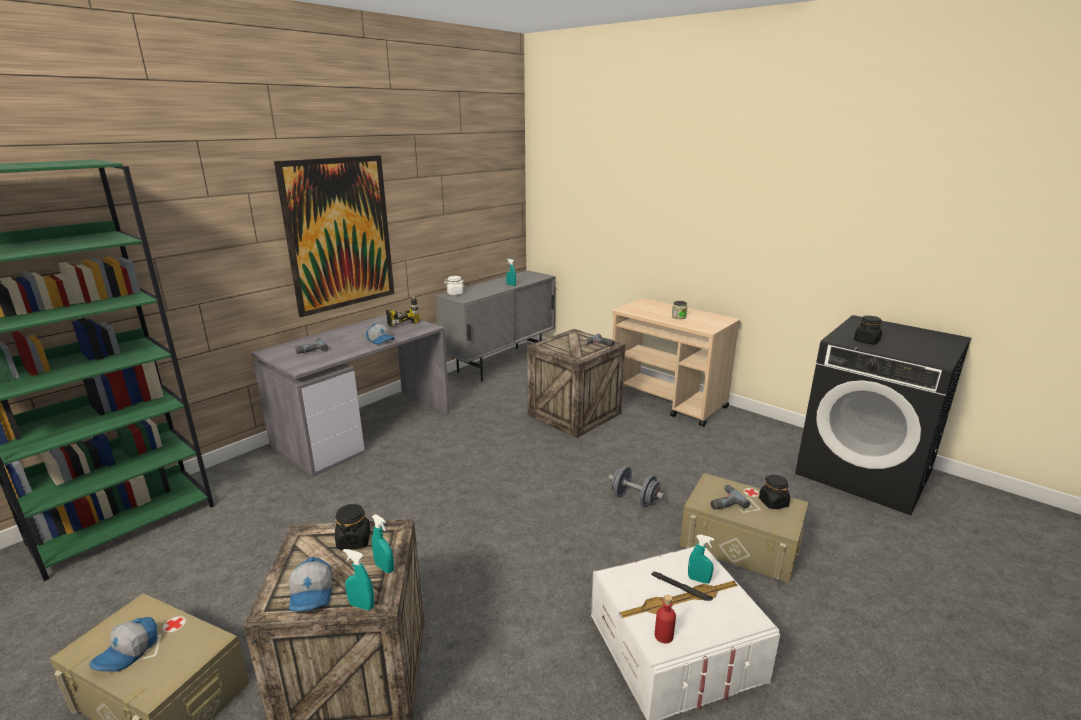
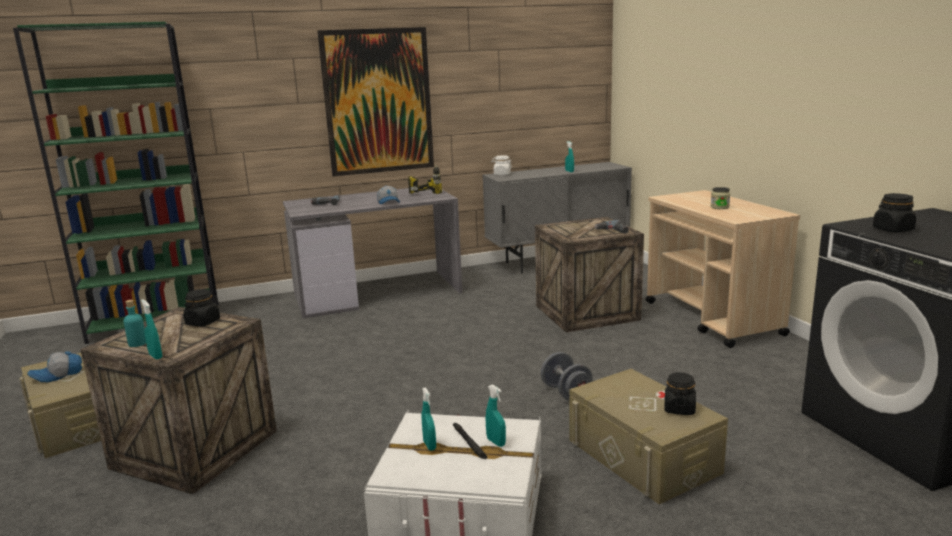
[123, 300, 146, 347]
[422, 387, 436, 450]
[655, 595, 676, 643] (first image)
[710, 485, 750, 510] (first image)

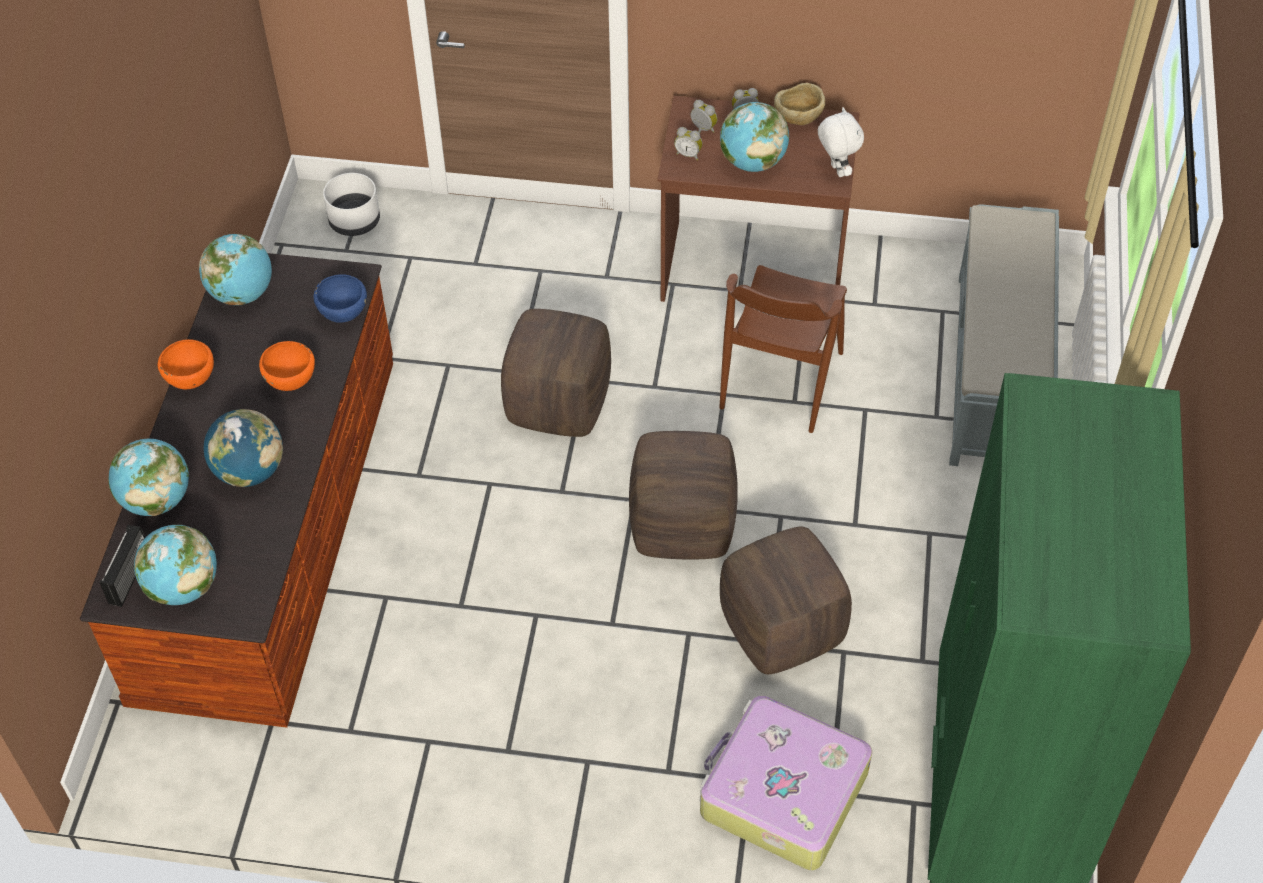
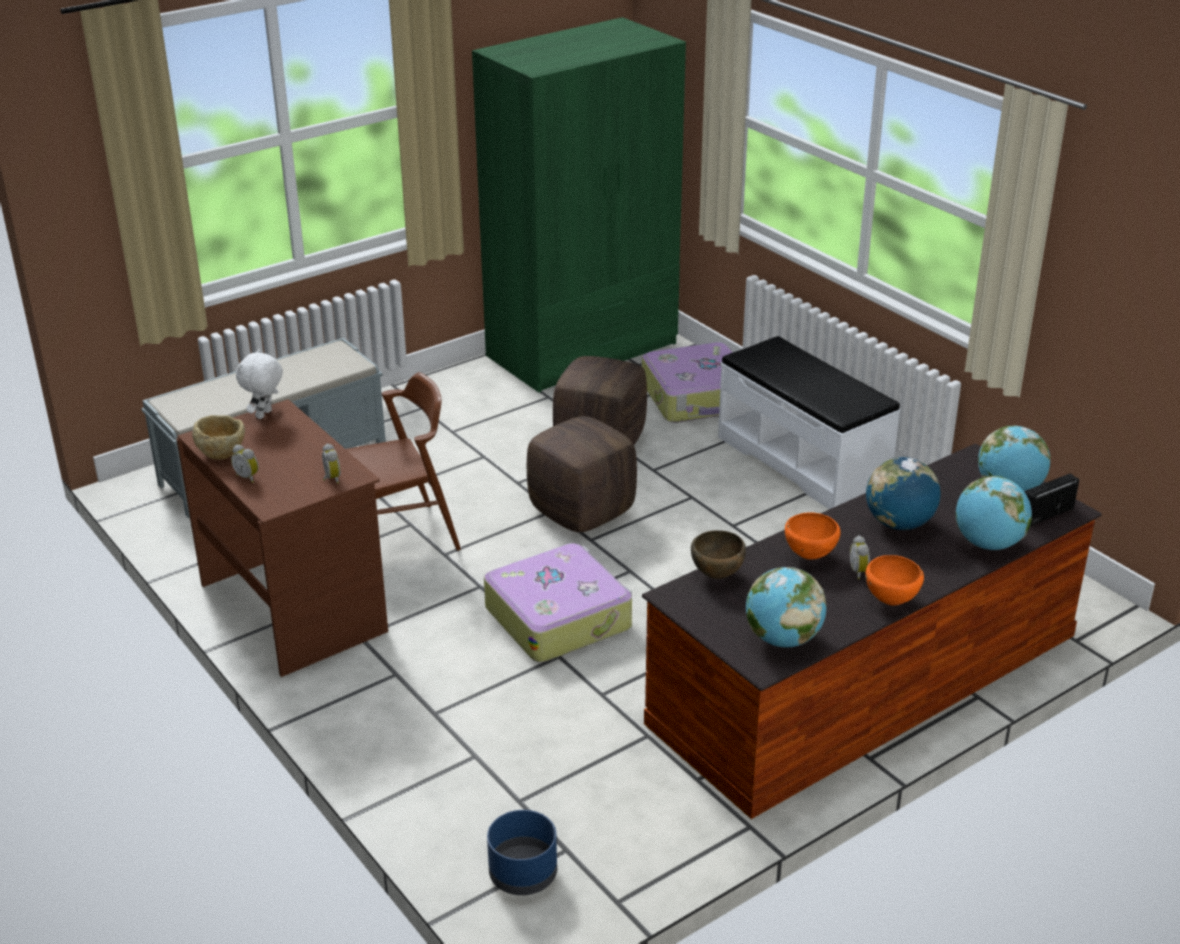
[691, 530, 746, 579]
[487, 810, 557, 895]
[484, 543, 632, 662]
[850, 535, 870, 579]
[720, 102, 789, 172] (first image)
[718, 336, 900, 509]

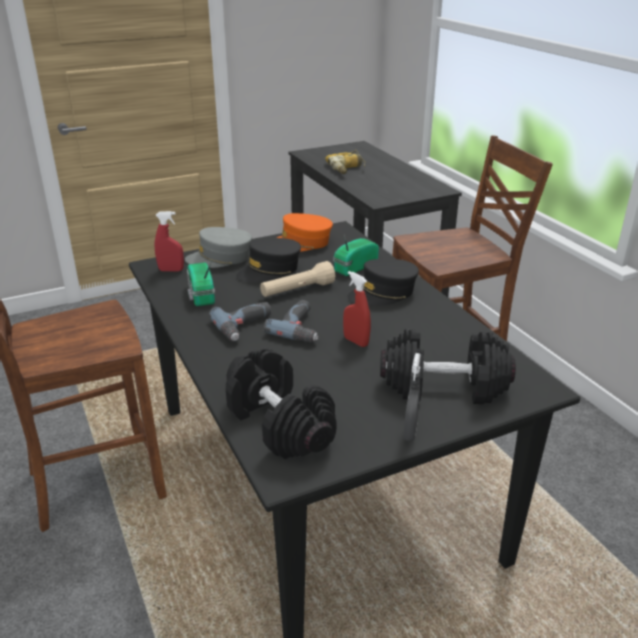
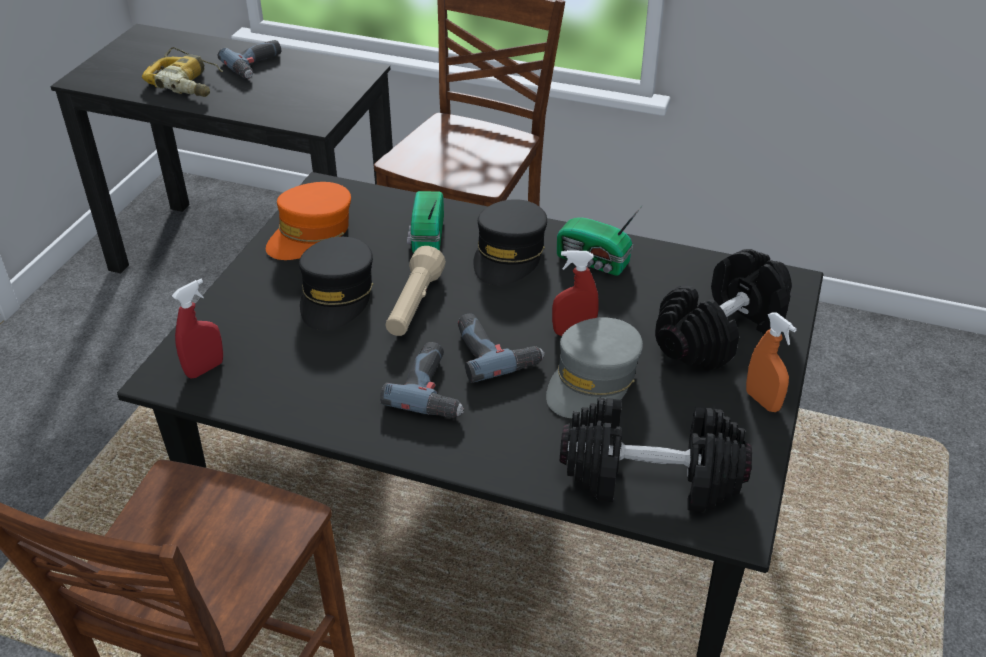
[546, 317, 643, 418]
[557, 206, 642, 276]
[746, 312, 797, 412]
[218, 40, 281, 79]

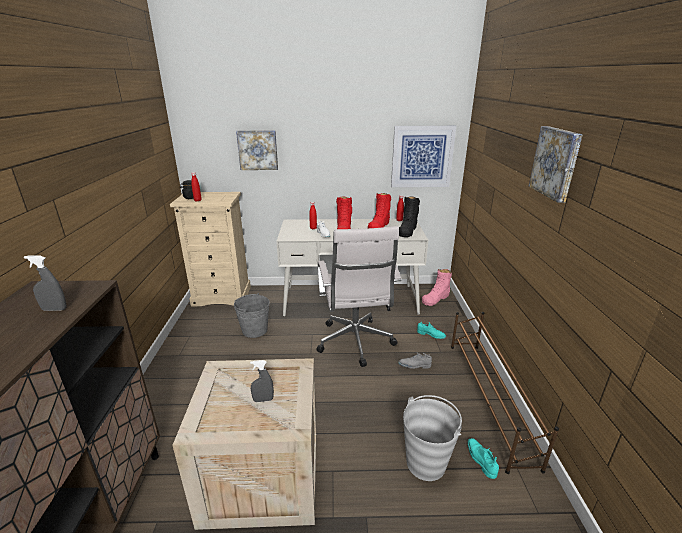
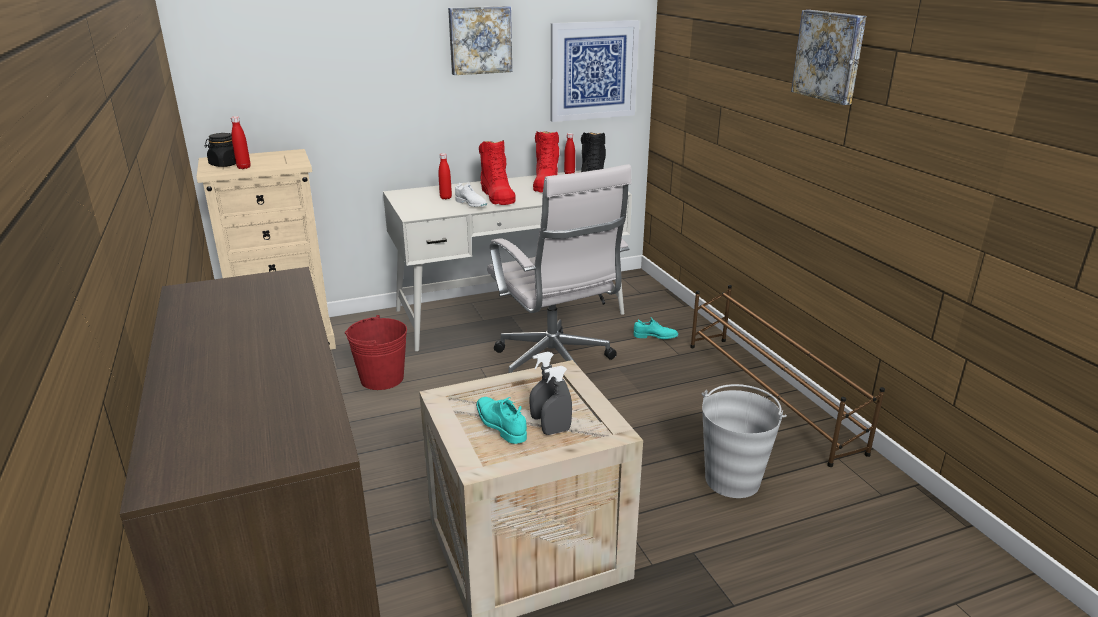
[541, 366, 572, 435]
[345, 315, 407, 390]
[448, 6, 512, 75]
[398, 353, 432, 369] (first image)
[422, 269, 452, 306] (first image)
[476, 397, 527, 444]

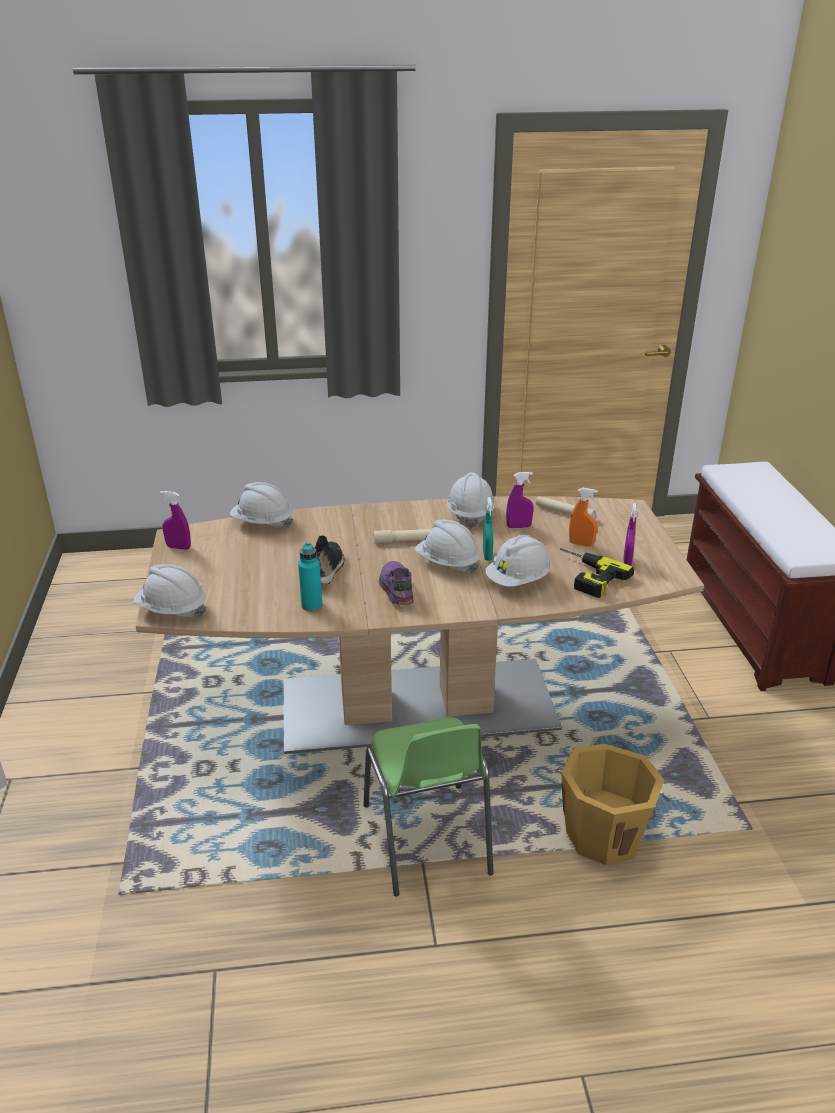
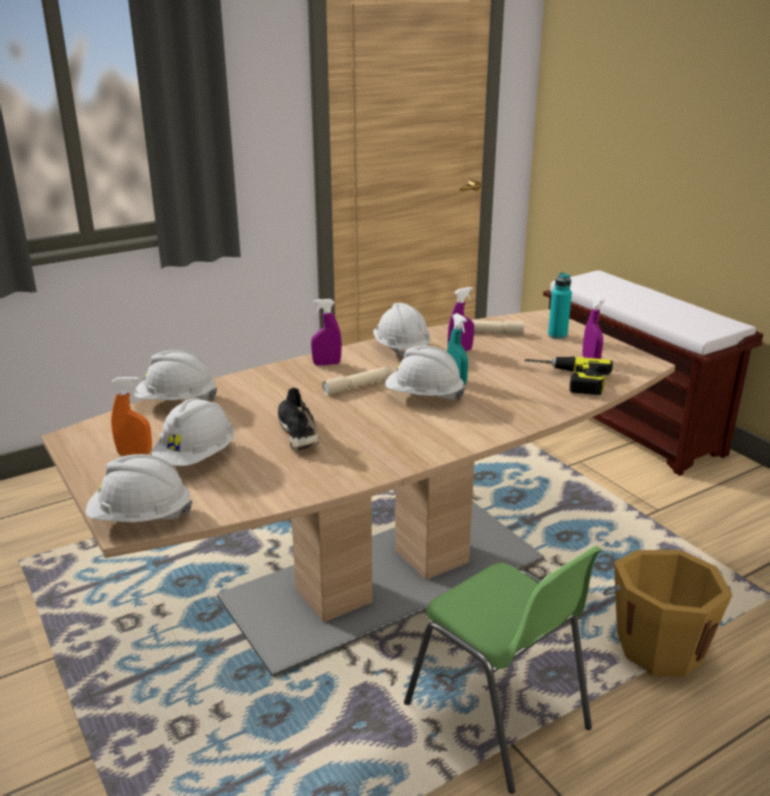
[311, 299, 342, 366]
[548, 272, 572, 339]
[379, 561, 414, 606] (first image)
[152, 398, 234, 466]
[111, 377, 152, 455]

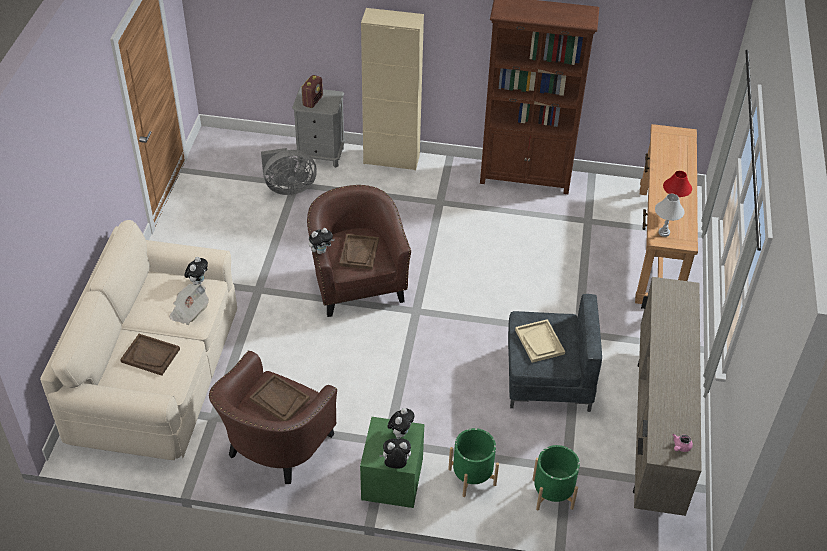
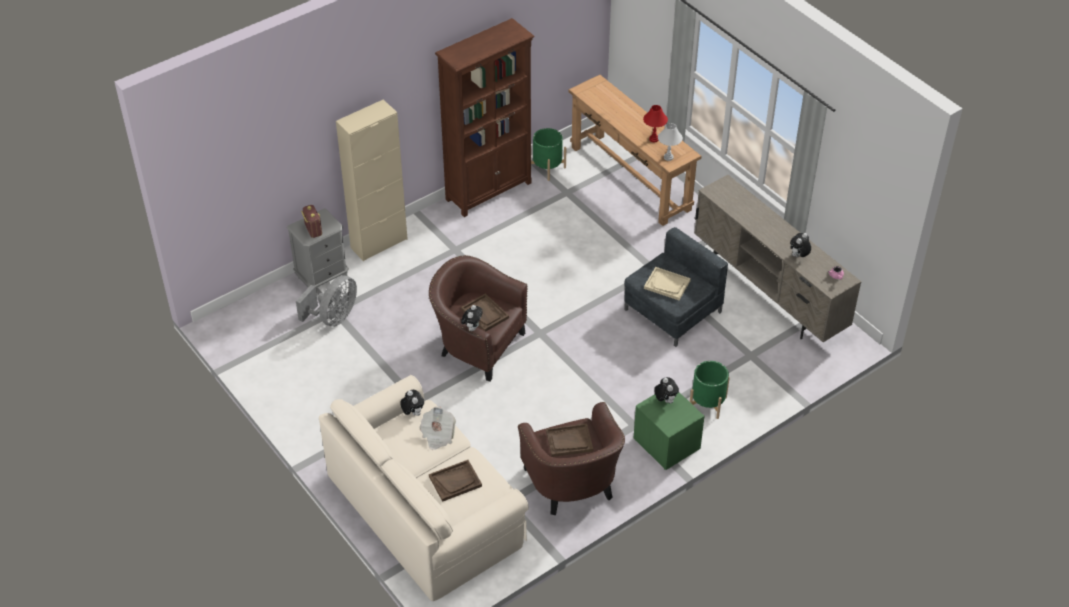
[790, 233, 811, 257]
[531, 128, 566, 181]

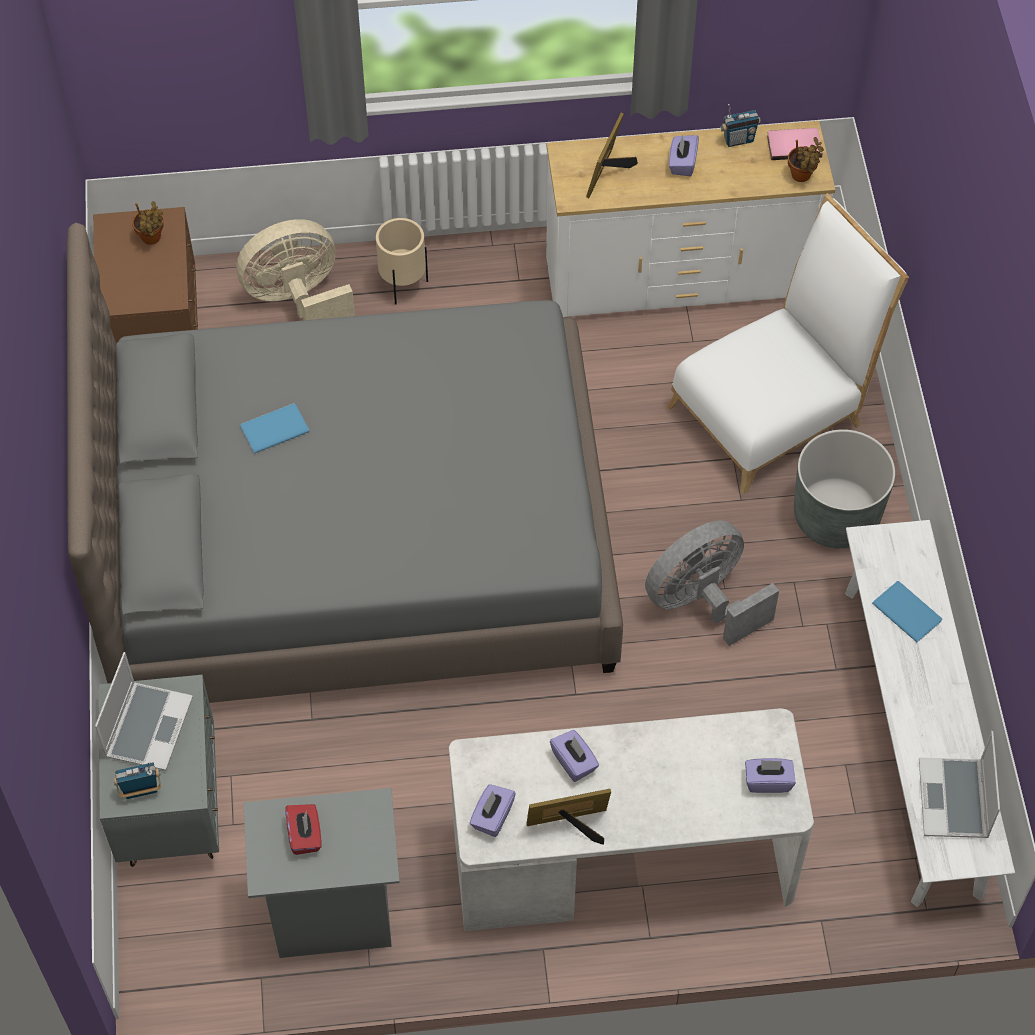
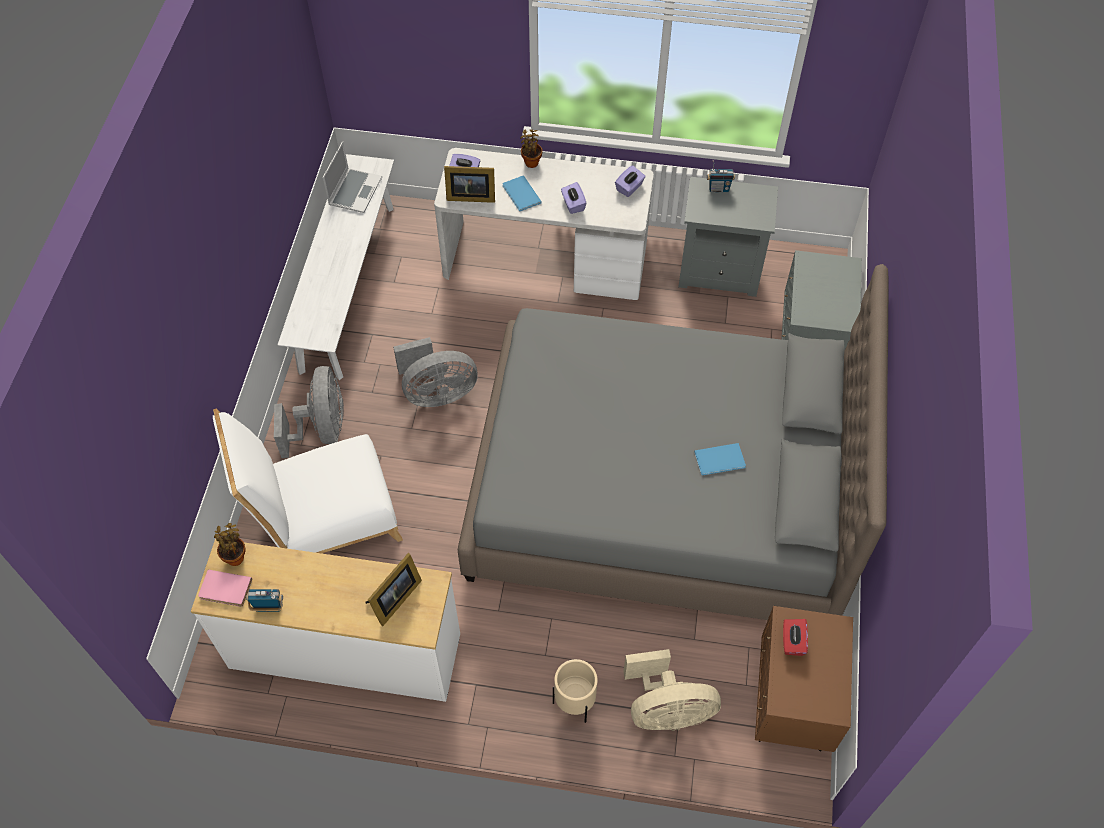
[95, 652, 193, 771] (first image)
[707, 160, 735, 192]
[520, 129, 543, 168]
[783, 619, 808, 656]
[444, 166, 495, 203]
[669, 135, 699, 176] (first image)
[274, 366, 344, 458]
[503, 176, 542, 211]

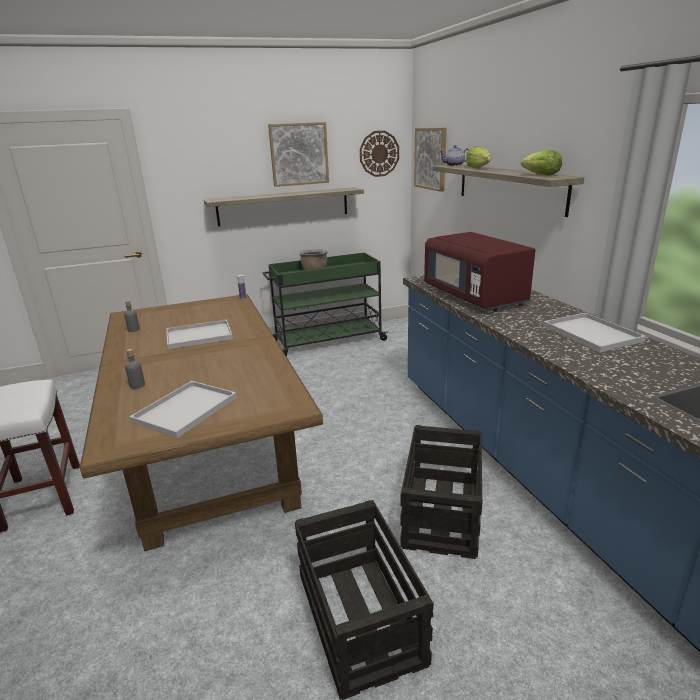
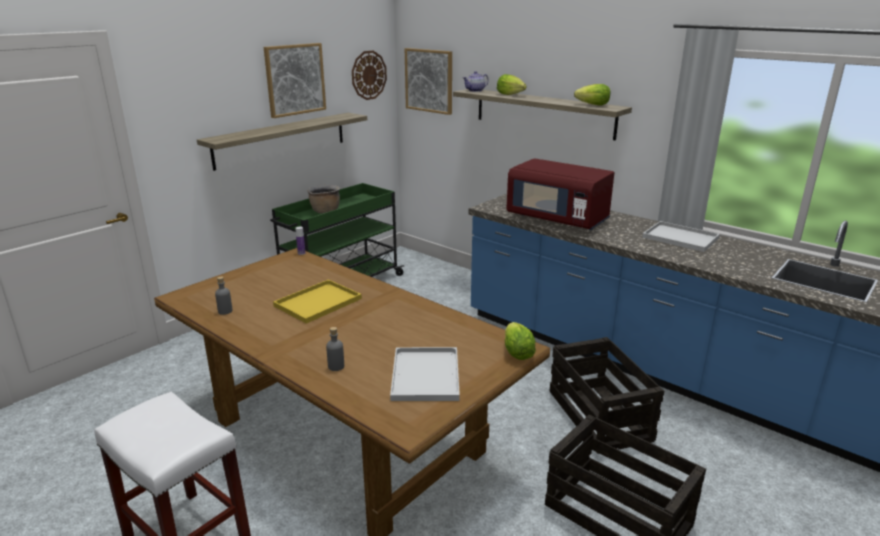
[273, 279, 362, 324]
[505, 322, 536, 360]

